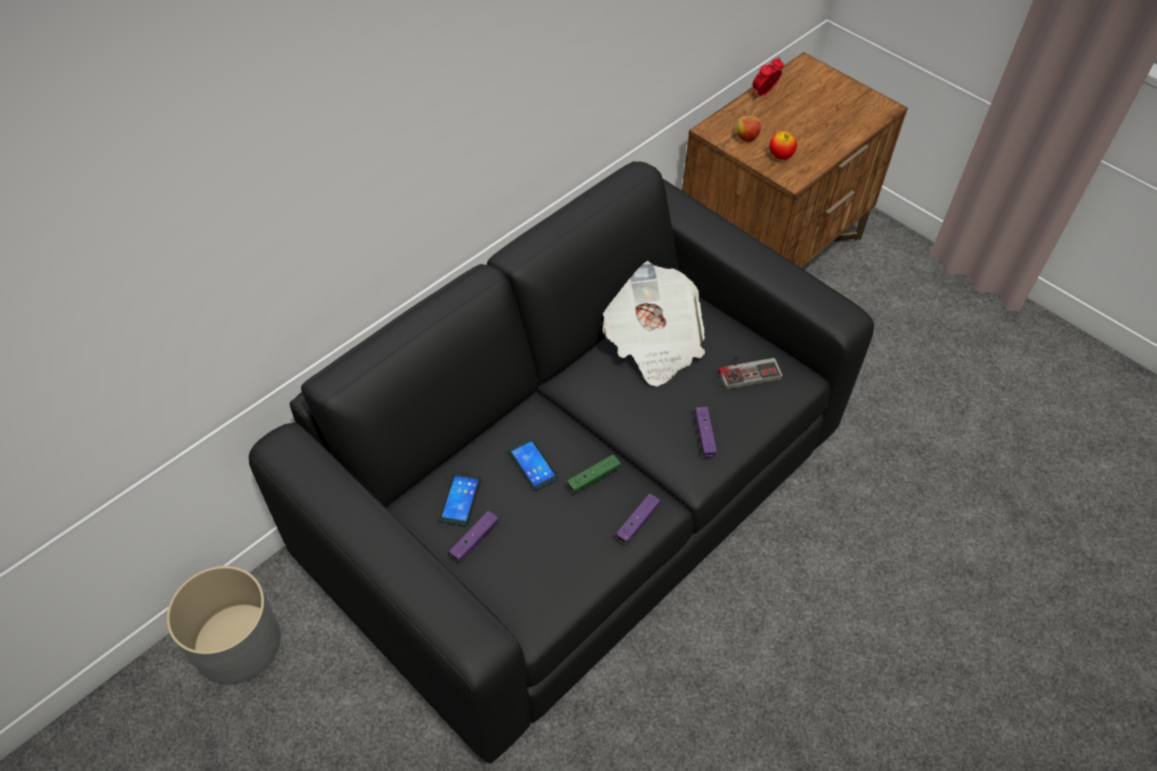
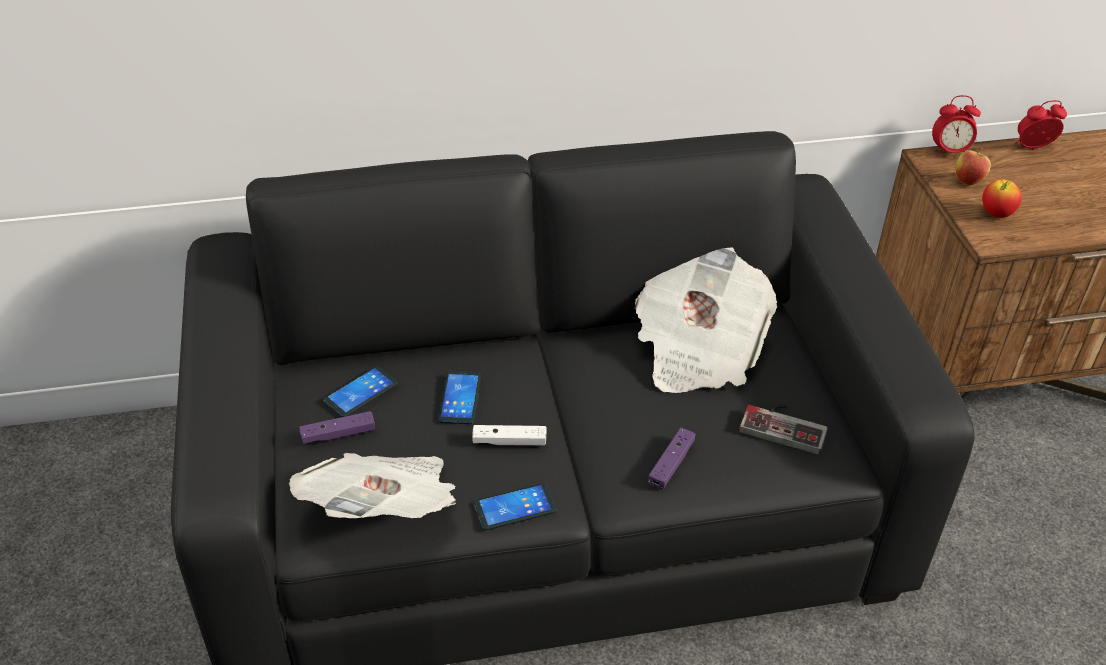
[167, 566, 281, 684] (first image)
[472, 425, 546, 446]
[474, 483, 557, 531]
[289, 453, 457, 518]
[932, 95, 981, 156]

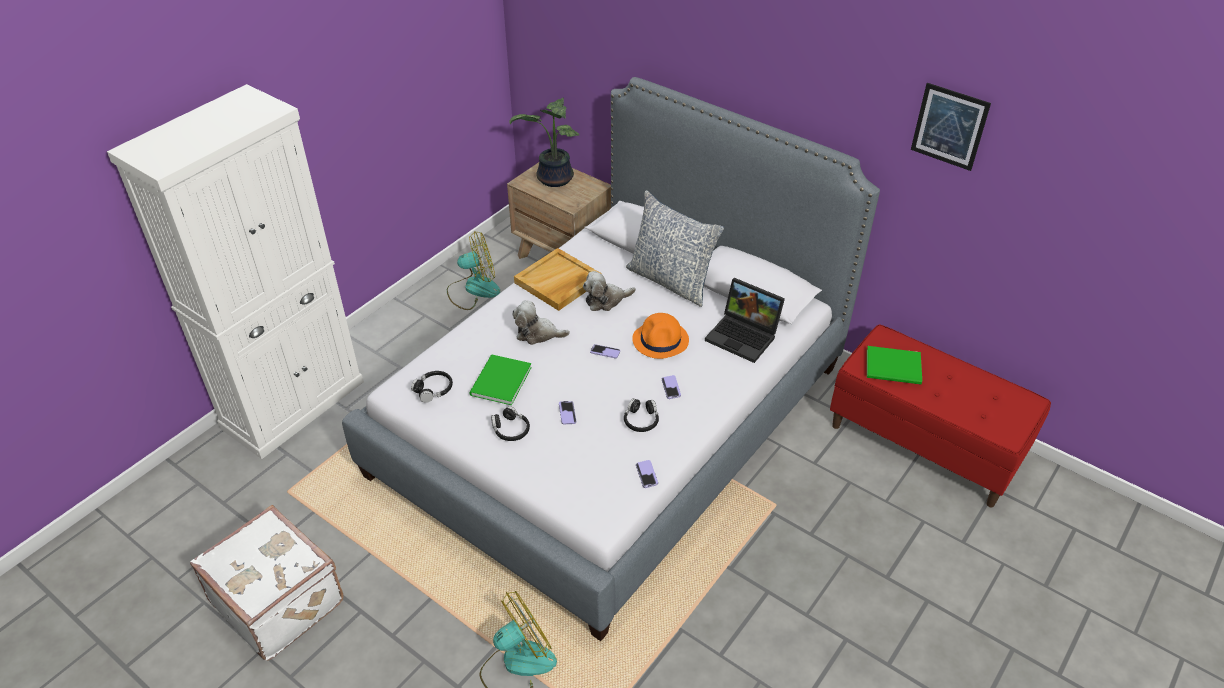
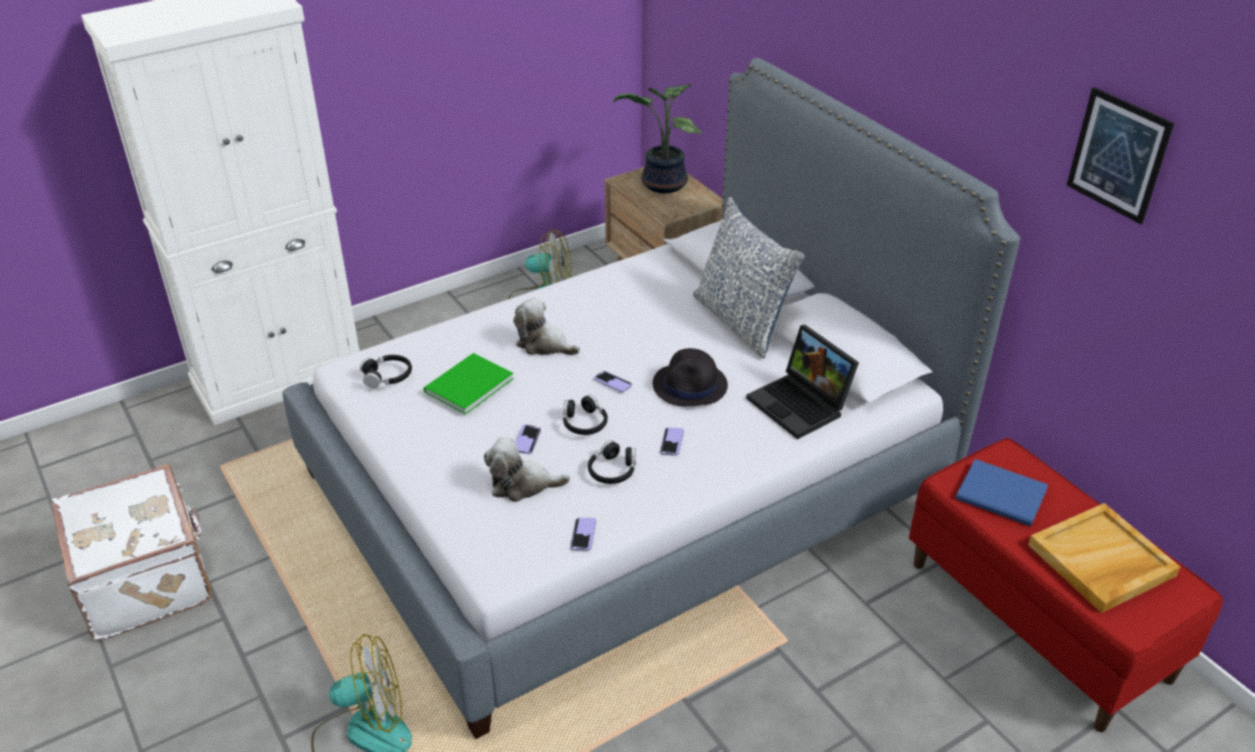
[563, 394, 608, 435]
[1028, 503, 1180, 613]
[484, 437, 570, 502]
[653, 348, 728, 406]
[956, 459, 1049, 526]

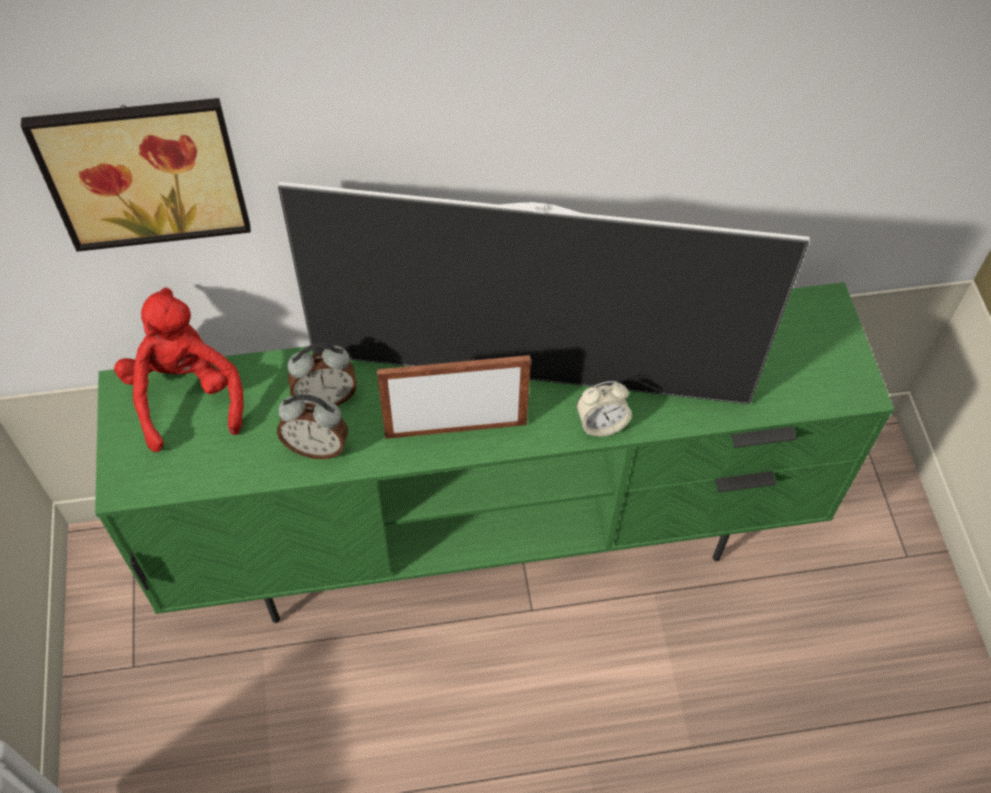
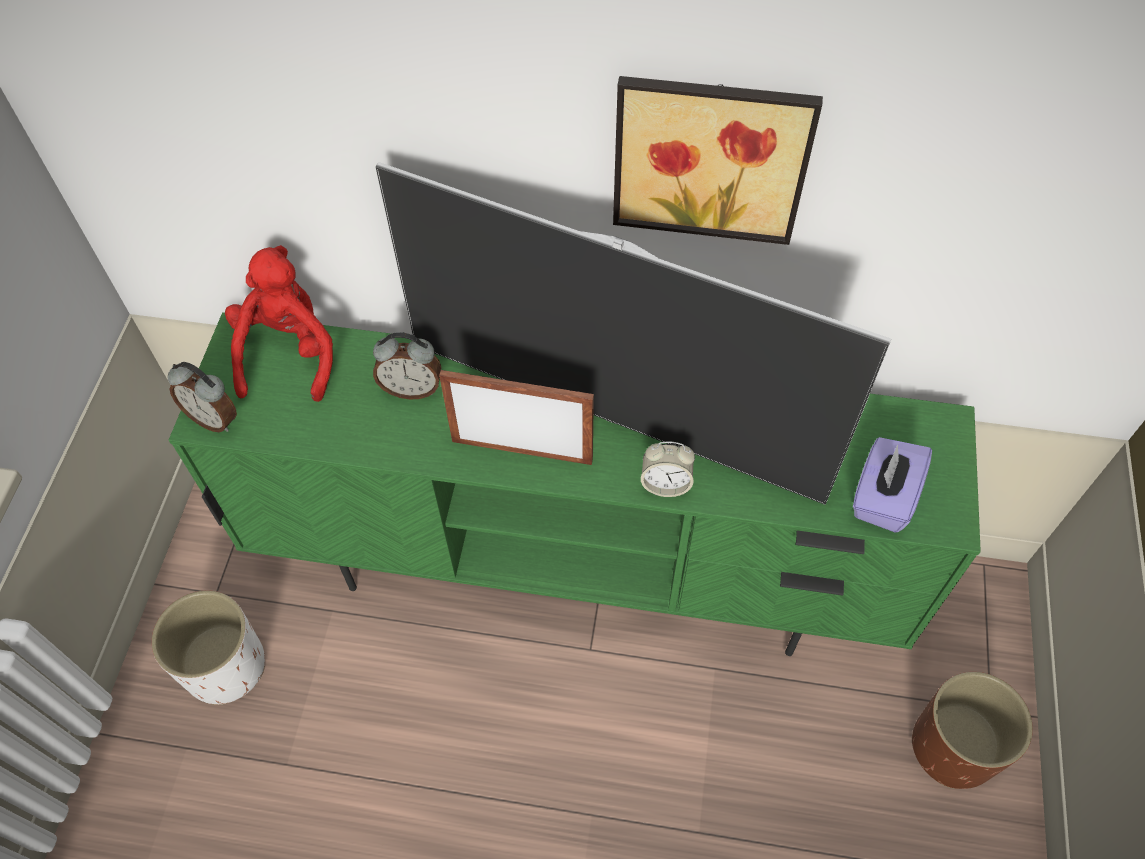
[613, 76, 823, 245]
[168, 362, 237, 432]
[152, 590, 265, 705]
[853, 437, 932, 532]
[912, 672, 1033, 789]

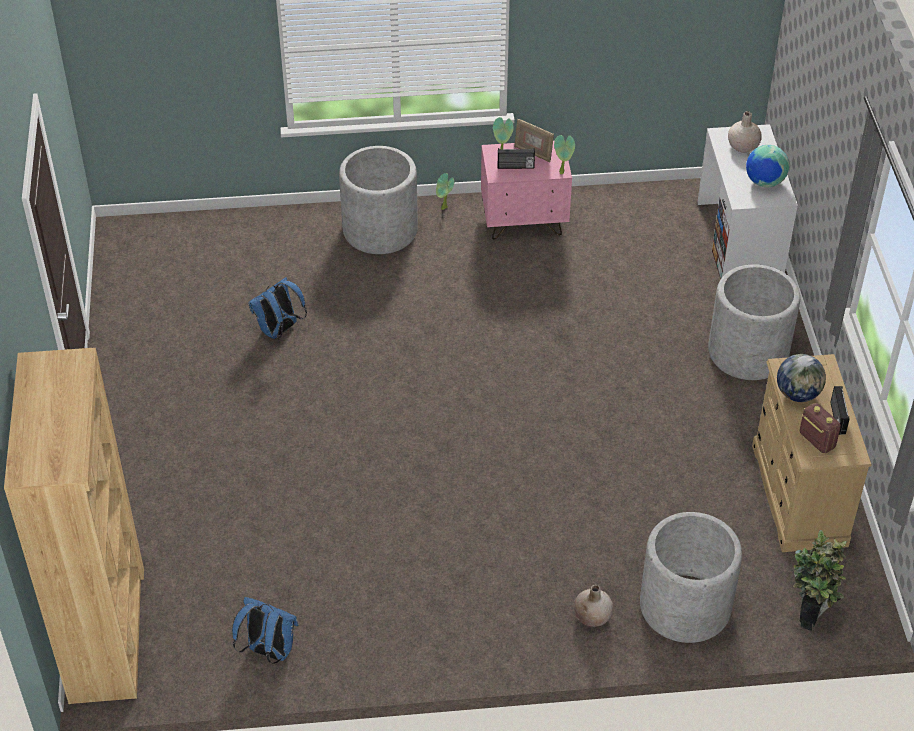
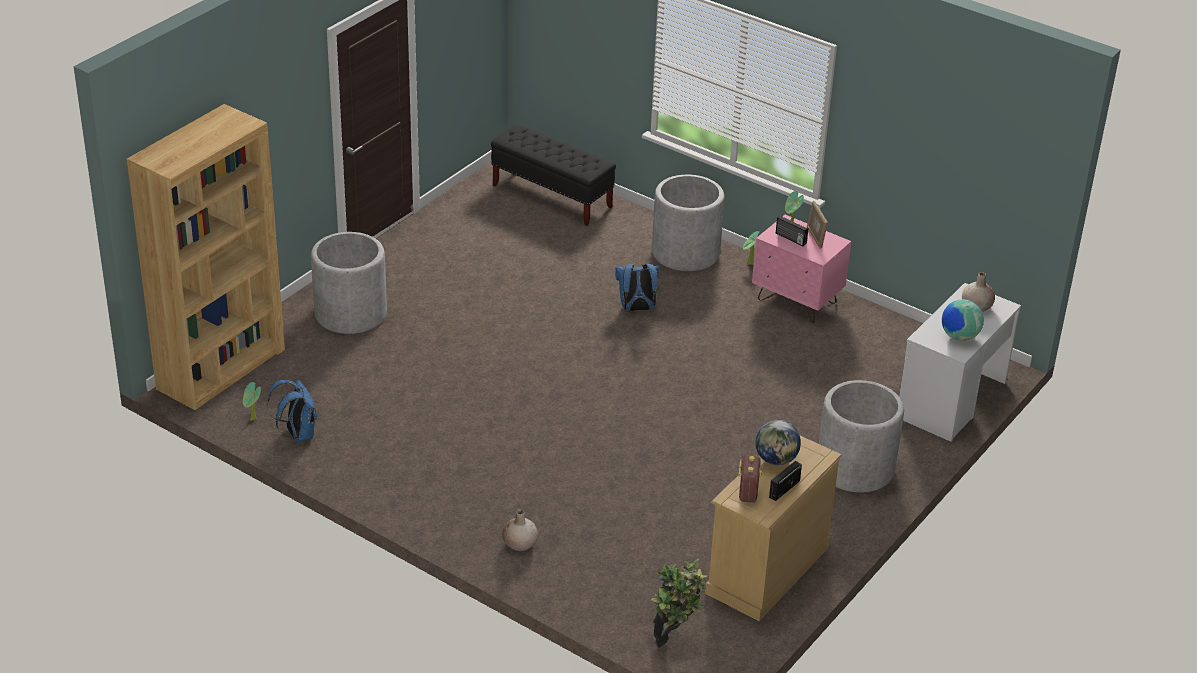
[615, 262, 660, 311]
[243, 382, 261, 421]
[311, 232, 387, 334]
[491, 124, 616, 226]

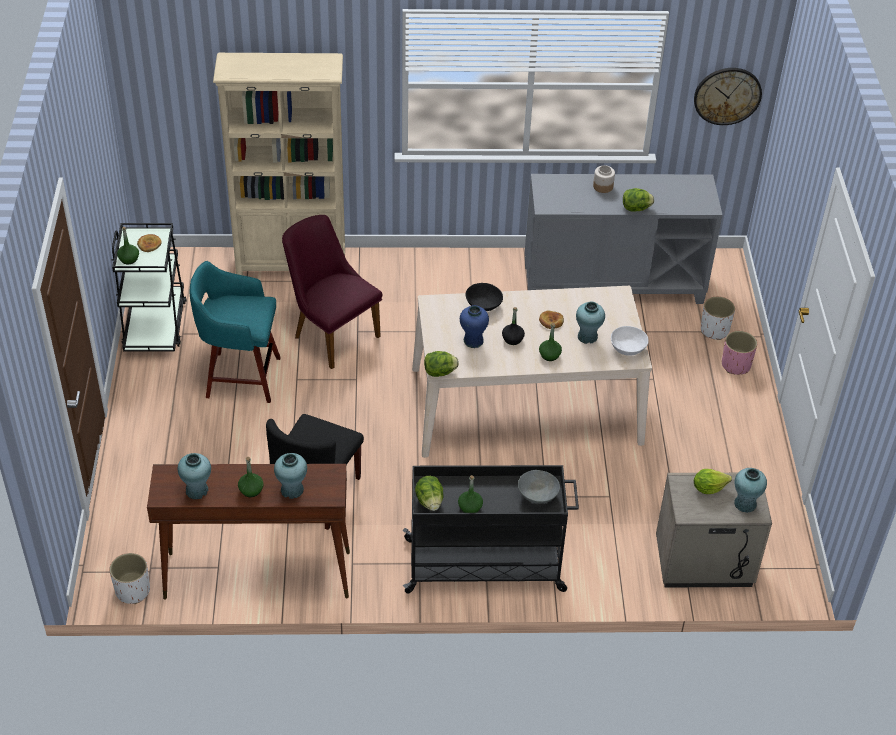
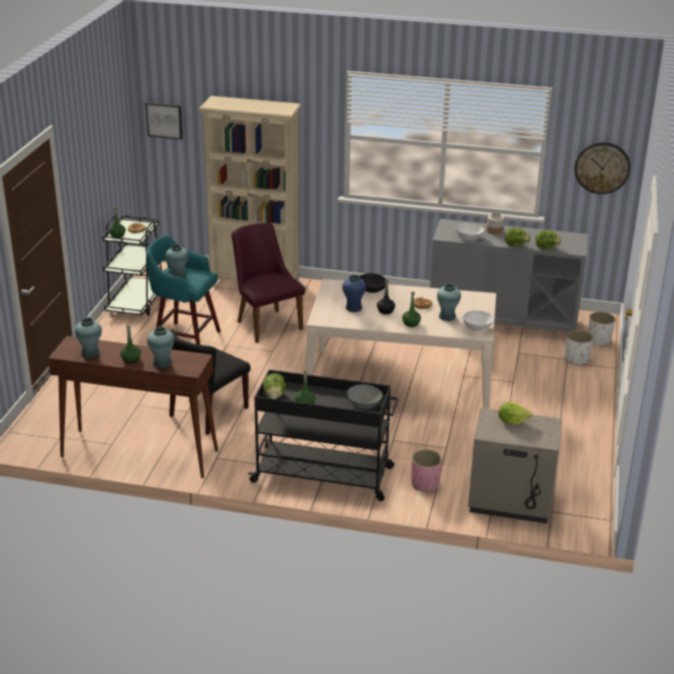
[588, 312, 615, 347]
[535, 230, 561, 249]
[411, 449, 443, 492]
[166, 245, 188, 278]
[146, 102, 182, 139]
[456, 223, 484, 240]

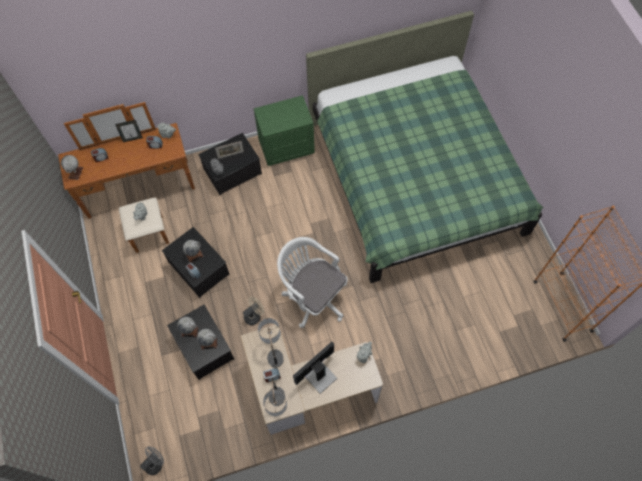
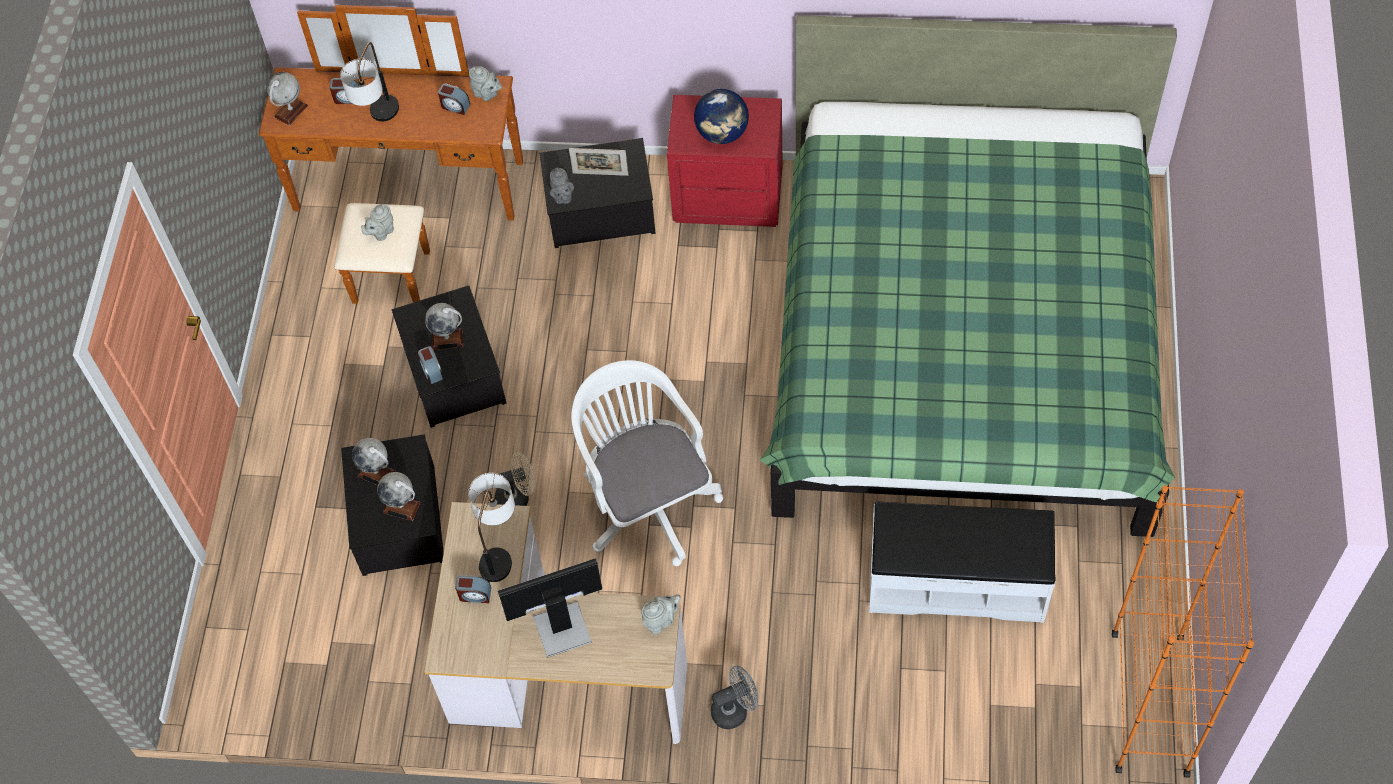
[115, 120, 143, 142] (first image)
[711, 665, 758, 729]
[667, 95, 783, 227]
[340, 42, 399, 121]
[694, 89, 749, 144]
[869, 501, 1055, 623]

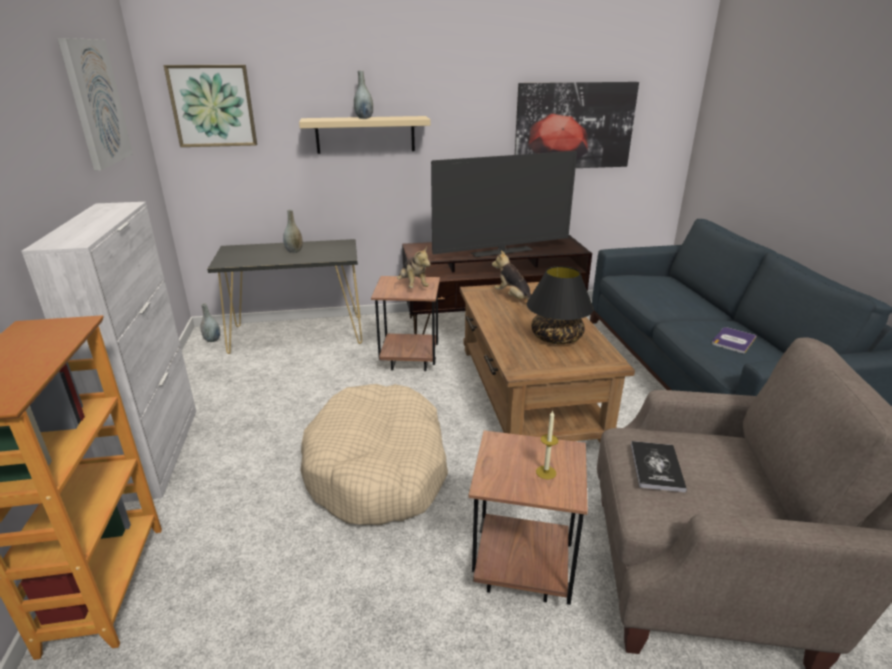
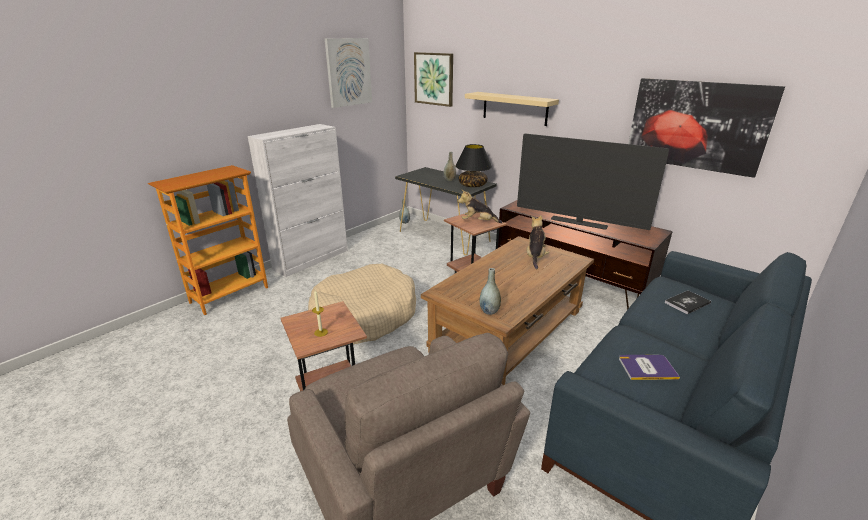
[480, 268, 501, 315]
[458, 190, 502, 223]
[455, 144, 492, 187]
[665, 290, 711, 314]

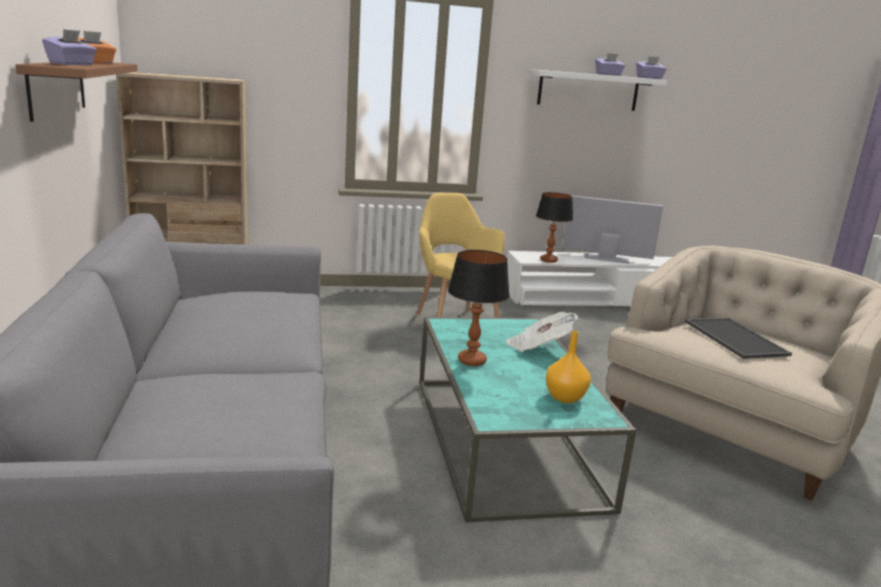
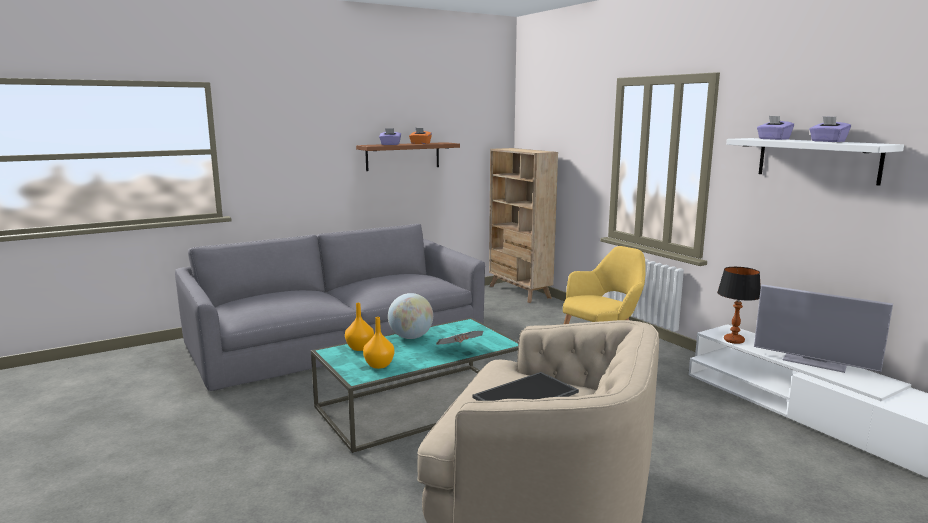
[388, 293, 433, 339]
[754, 284, 893, 373]
[757, 116, 794, 140]
[345, 303, 374, 351]

